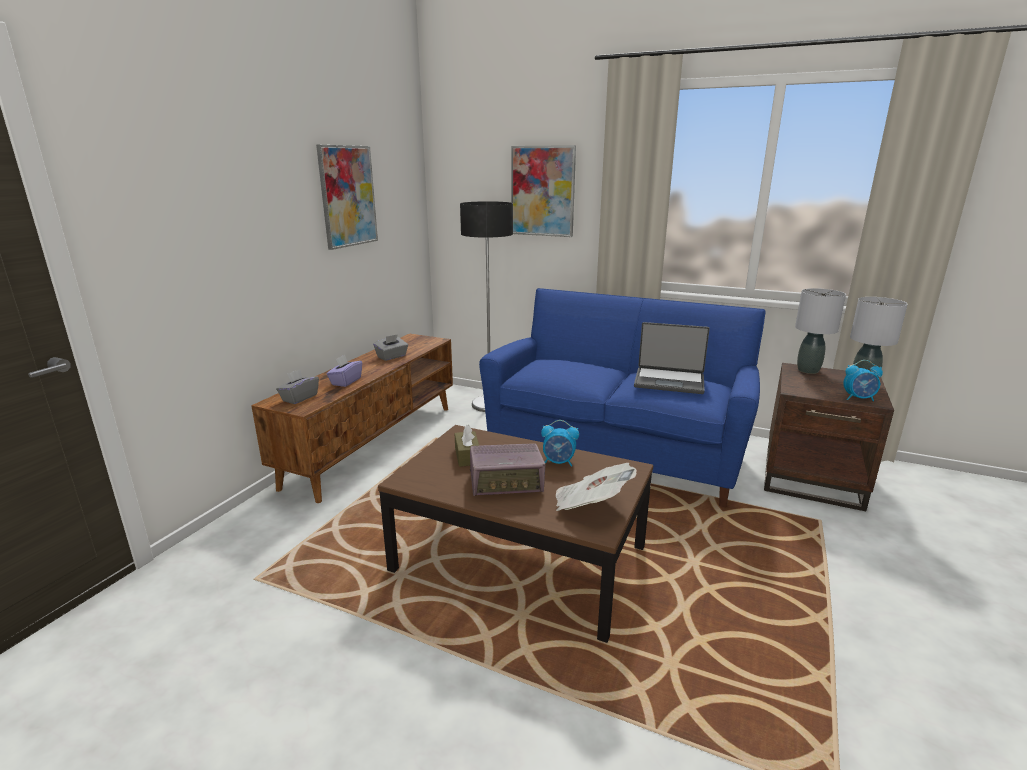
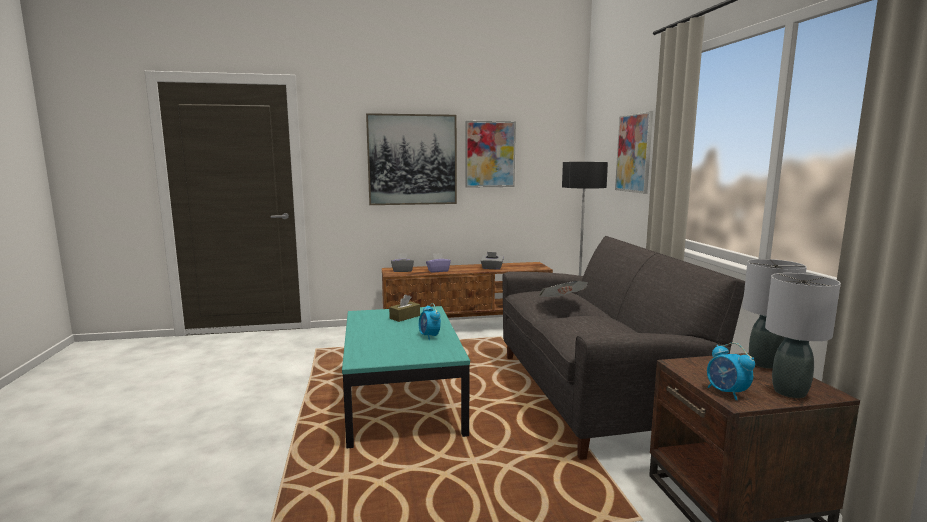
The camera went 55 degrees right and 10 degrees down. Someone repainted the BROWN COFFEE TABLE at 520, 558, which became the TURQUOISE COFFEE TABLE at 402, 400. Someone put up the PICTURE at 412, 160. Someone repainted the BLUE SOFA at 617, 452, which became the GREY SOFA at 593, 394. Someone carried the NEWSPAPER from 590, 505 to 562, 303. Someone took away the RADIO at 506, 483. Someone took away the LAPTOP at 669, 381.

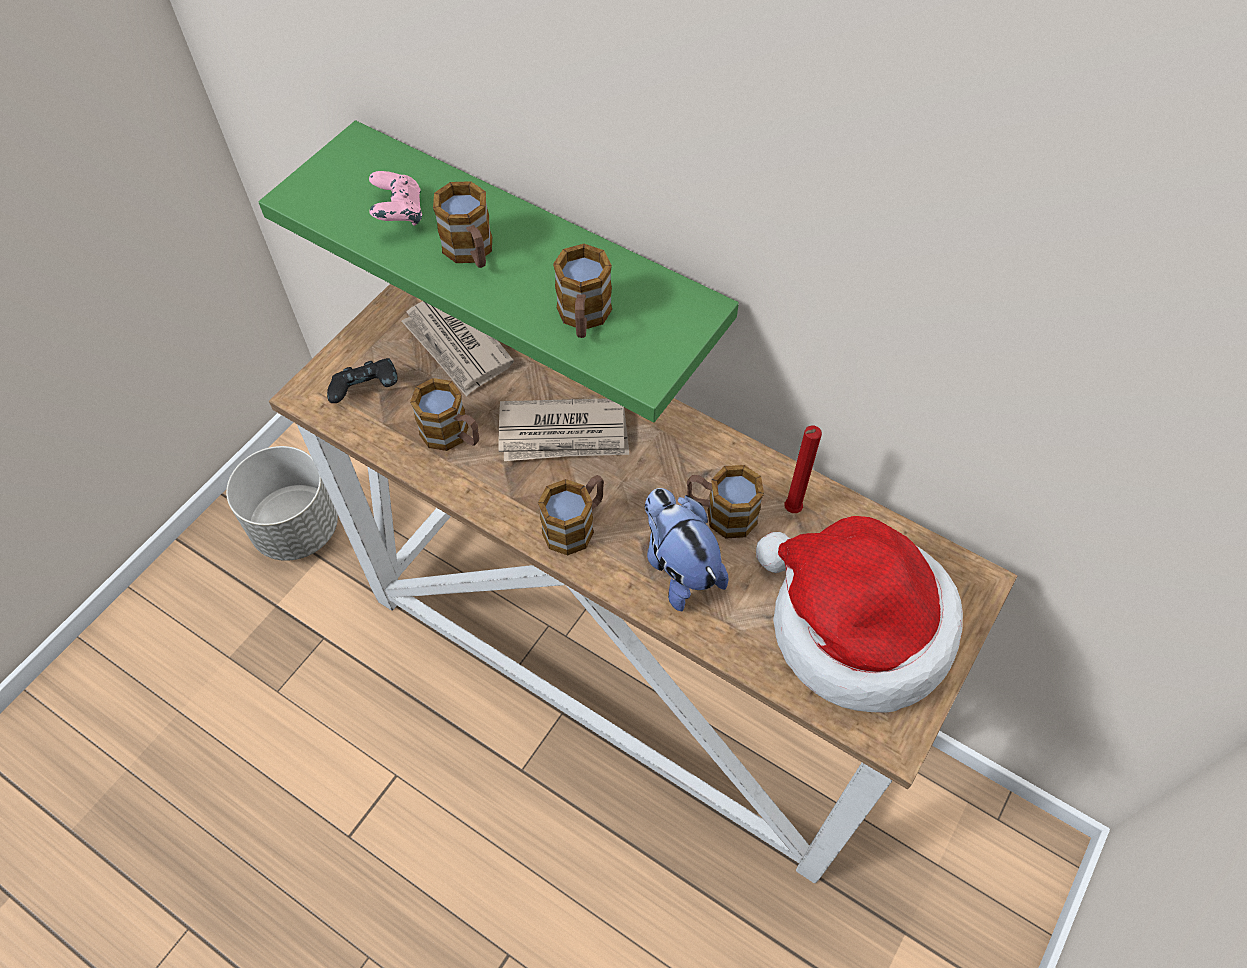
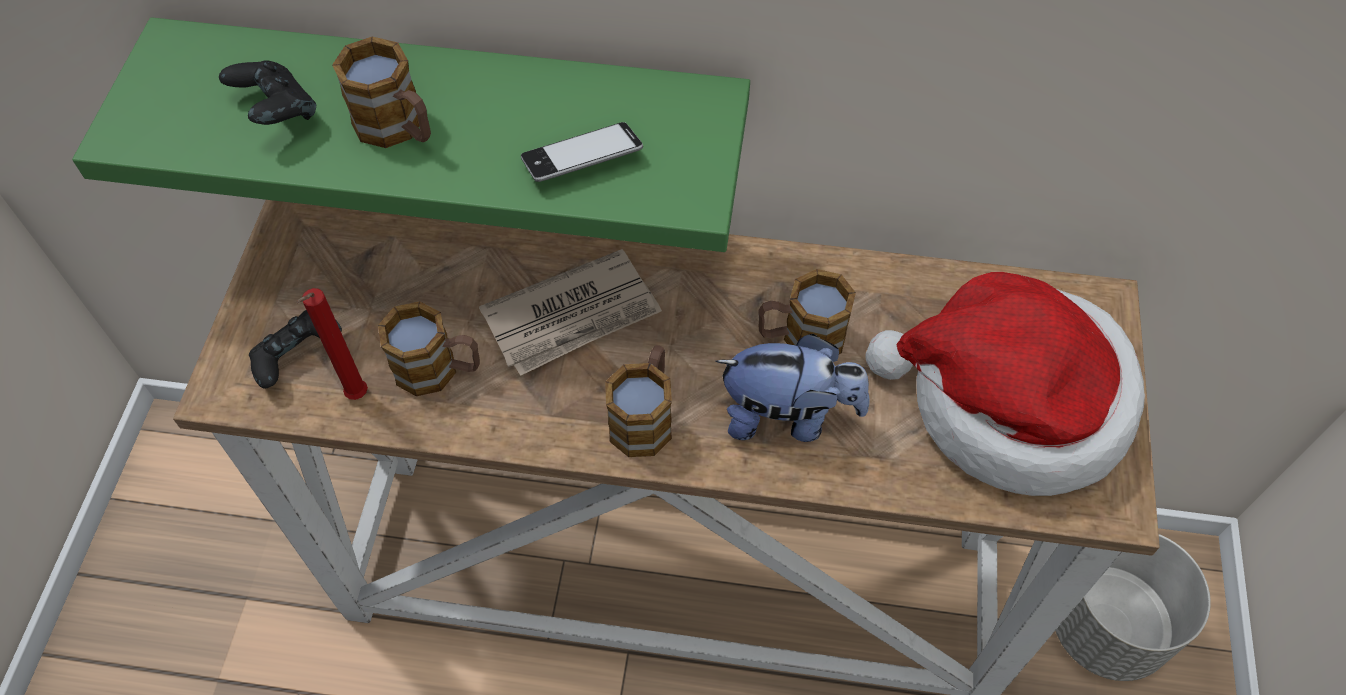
The camera went 25 degrees left and 0 degrees up. Someone repainted the PINK GAME CONTROLLER at 399, 214, which became the BLACK GAME CONTROLLER at 276, 113. Someone carried the RED CANDLE from 790, 511 to 355, 398. Someone swapped the MUG at 583, 318 for the PHONE at 582, 159. Someone rotated the PLUSH TOY at 679, 567 by 150 degrees clockwise. Someone carried the GREY PLANTER from 298, 528 to 1107, 627. Someone took away the NEWSPAPER at 457, 345.

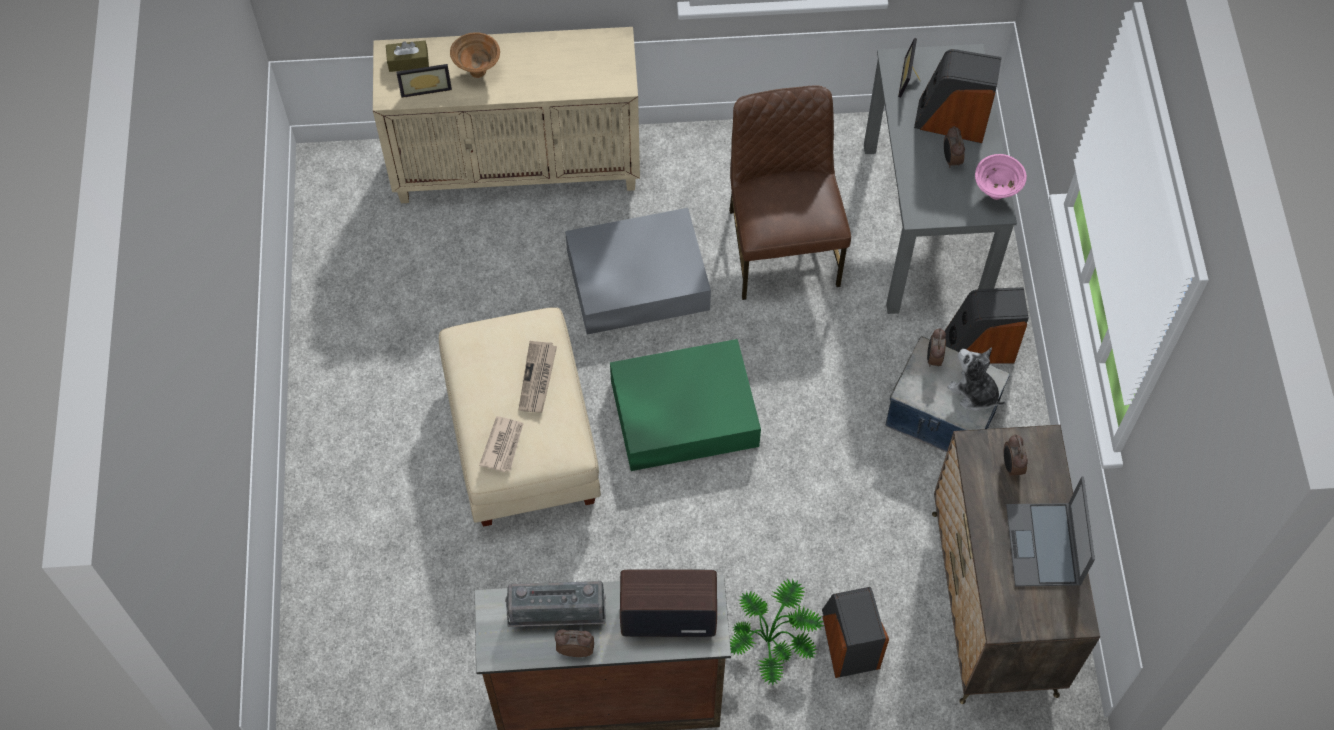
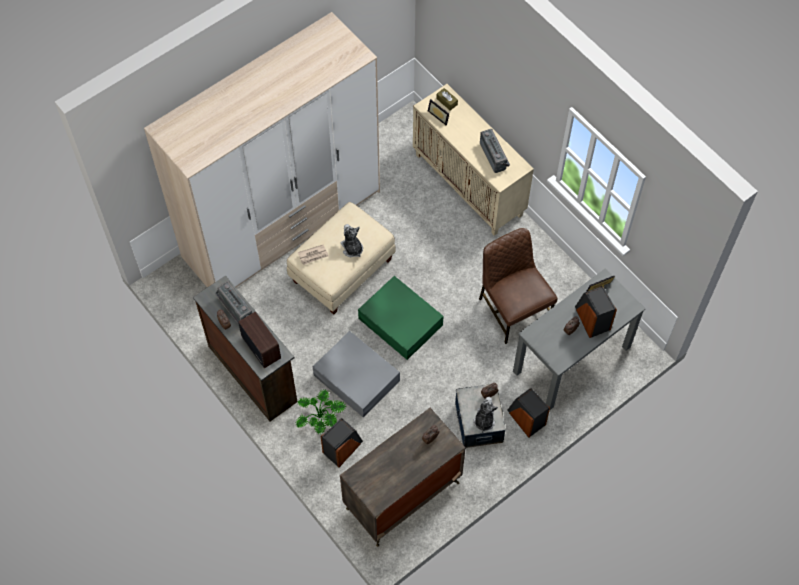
The camera went 55 degrees right and 0 degrees up. Someone put down the WARDROBE at 283, 224. Someone carried the GREY STORAGE BOX from 635, 280 to 356, 377. Someone swapped the NEWSPAPER at 538, 379 for the PLUSH TOY at 352, 248. Someone rotated the BROWN CHAIR at 781, 246 by 75 degrees counterclockwise. Someone put down the RADIO at 494, 155. Someone took away the BROWN BOWL at 477, 70. Someone took away the PINK BOWL at 995, 193. Someone took away the LAPTOP at 1043, 546.

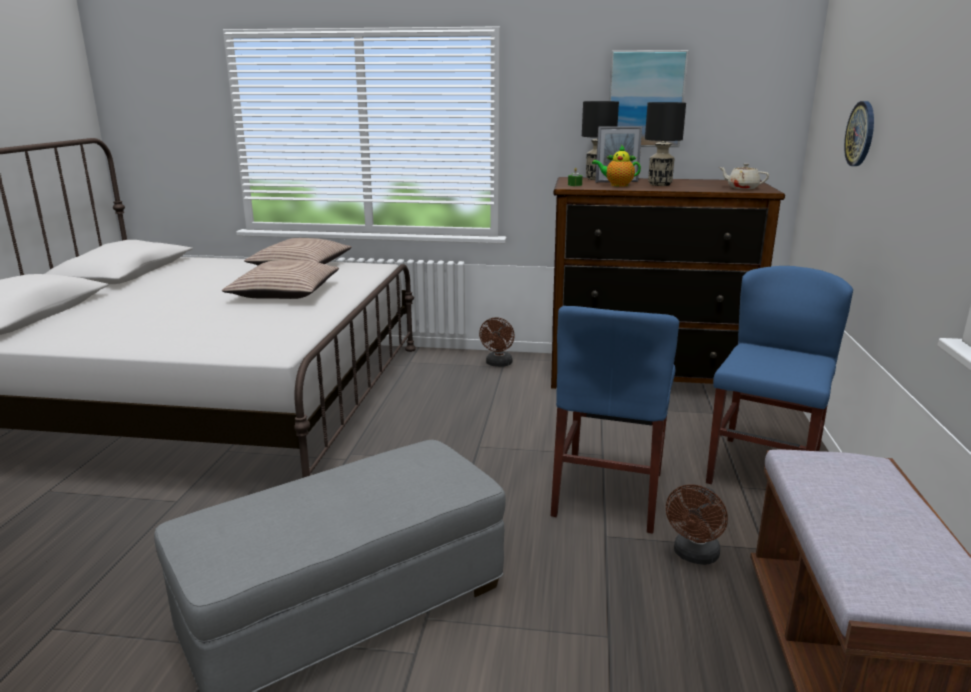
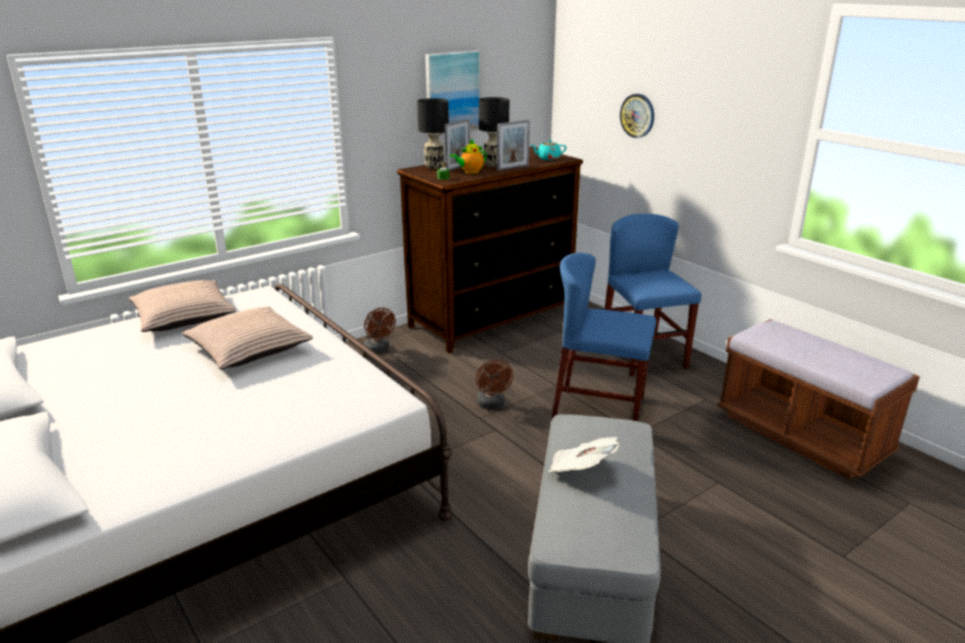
The camera went 45 degrees left and 5 degrees up. Someone carried the BROWN FAN from 694, 556 to 492, 405. Someone put down the PICTURE FRAME at 513, 168. Someone repainted the BEIGE TEAPOT at 742, 188, which became the TURQUOISE TEAPOT at 548, 158. Someone put down the NEWSPAPER at 580, 470. Someone rotated the BLUE CHAIR at 608, 493 by 135 degrees clockwise.

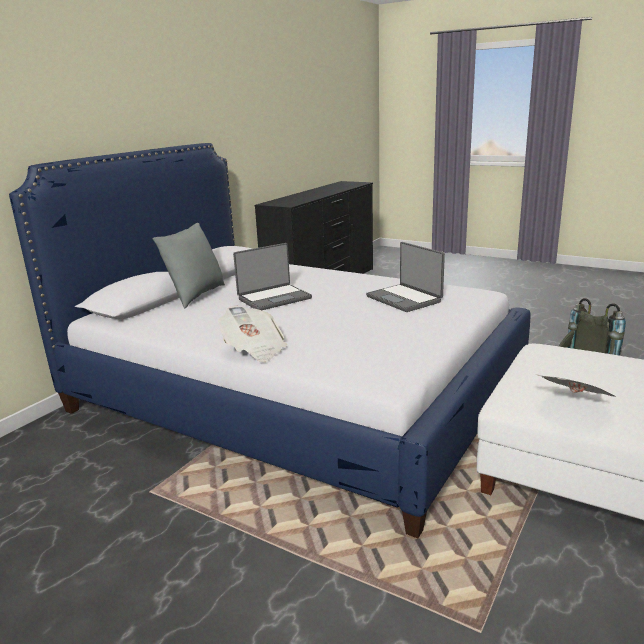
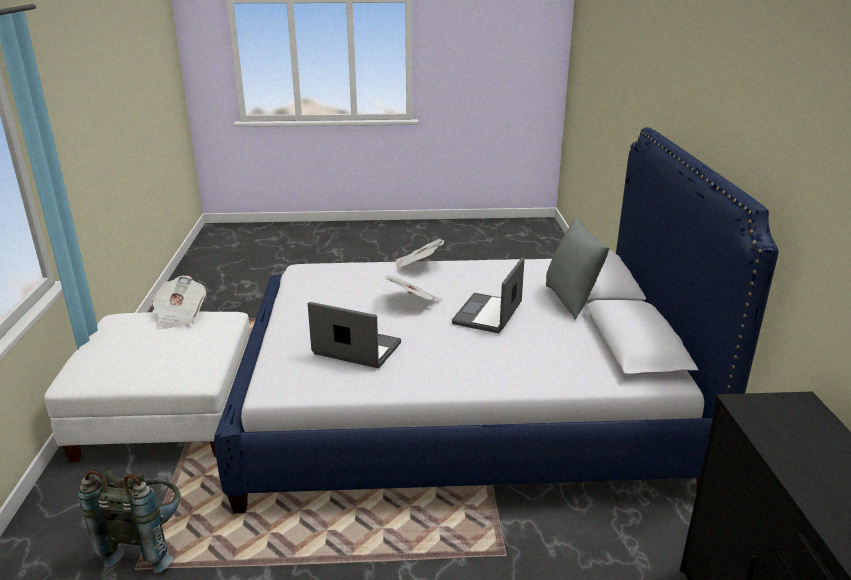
The camera went 145 degrees right and 5 degrees up. Someone put down the NEWSPAPER at 413, 302.

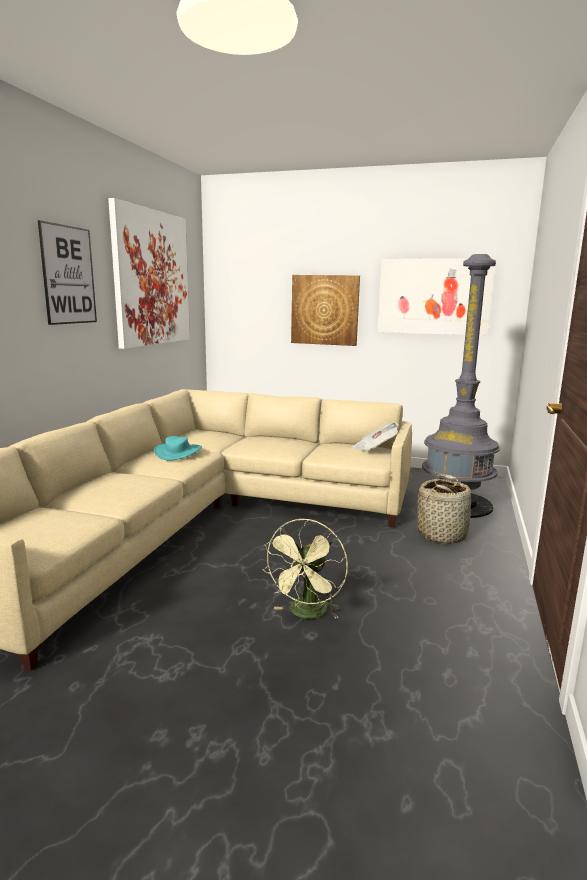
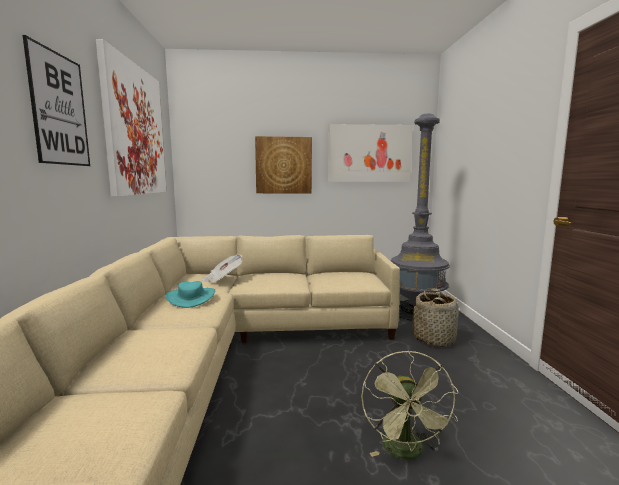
The camera went 20 degrees left and 5 degrees down. Someone carried the NEWSPAPER from 374, 448 to 222, 279.

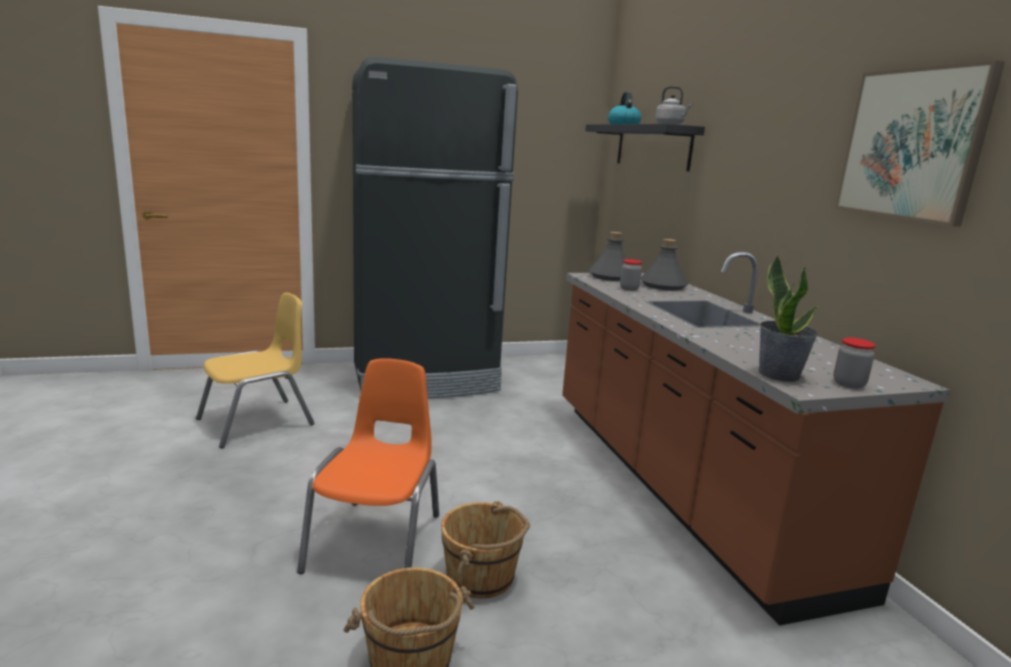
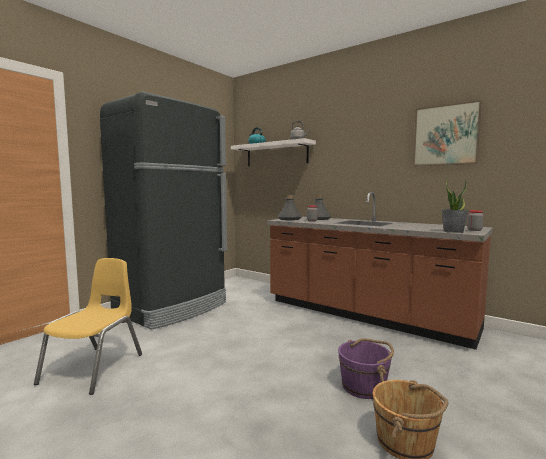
The camera went 35 degrees left and 10 degrees down. Someone repainted the BLACK SHELF at 652, 147, which became the WHITE SHELF at 276, 154. Someone repainted the BROWN BUCKET at 481, 576, which became the PURPLE BUCKET at 364, 386. Someone took away the ORANGE CHAIR at 376, 542.

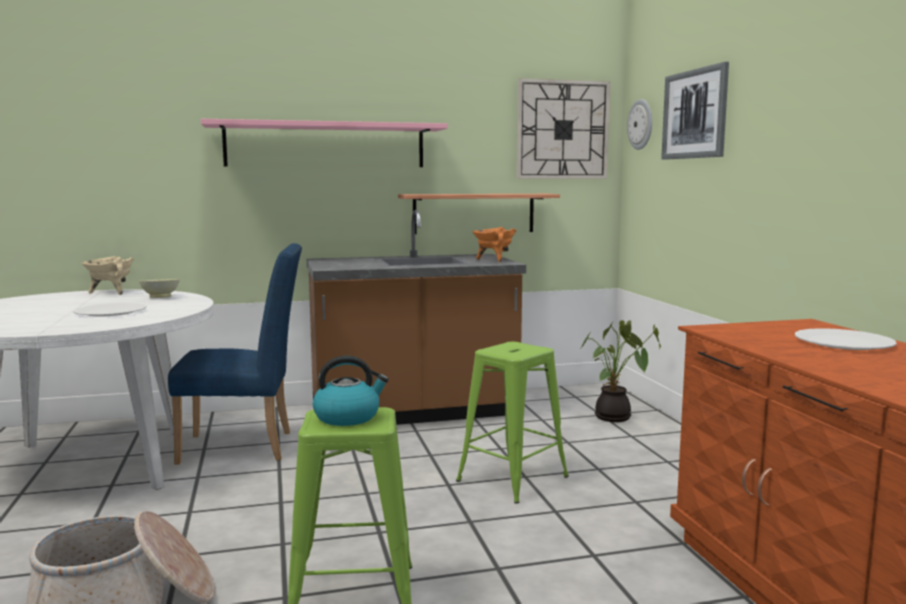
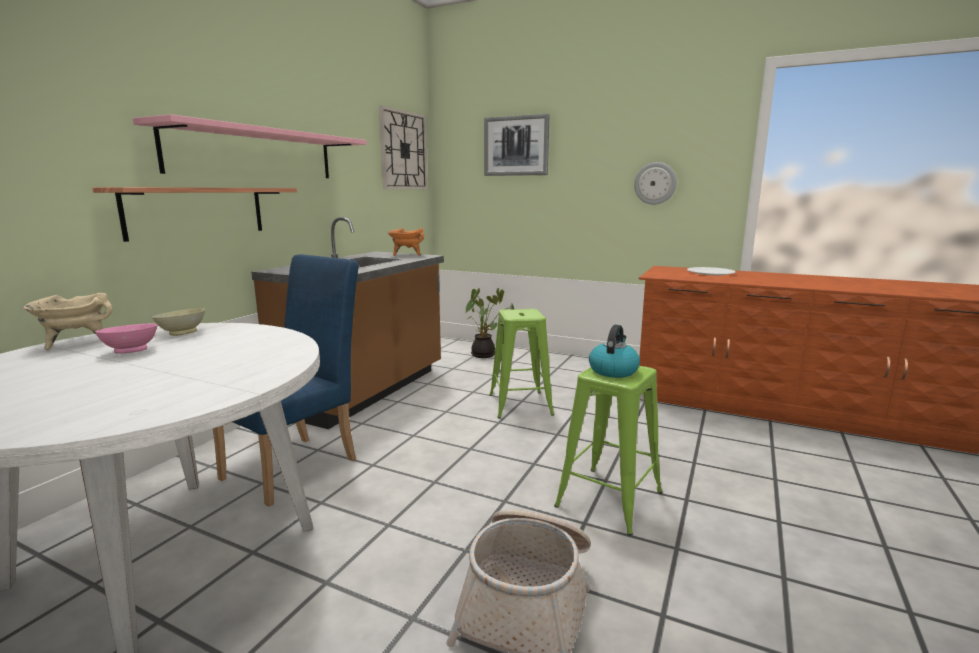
The camera went 50 degrees left and 5 degrees up. Someone carried the SHELF from 474, 213 to 197, 211. Someone put down the PINK BOWL at 132, 351. Someone carried the WALL CLOCK from 641, 124 to 655, 183. Someone took away the WHITE PLATE at 110, 312.

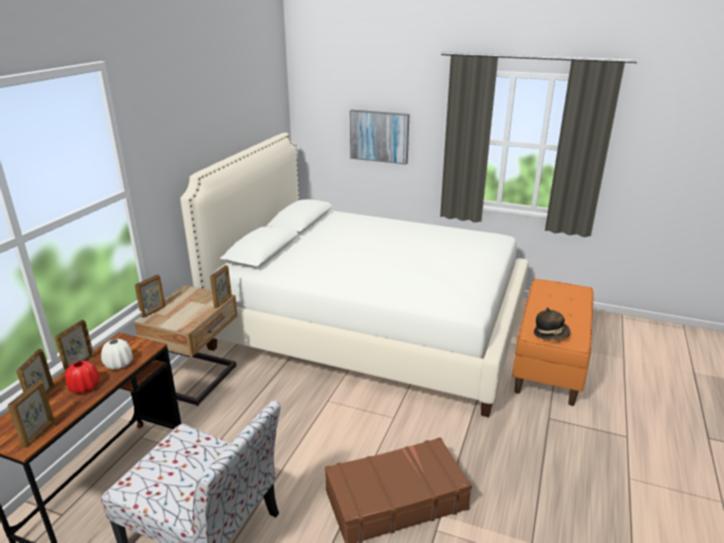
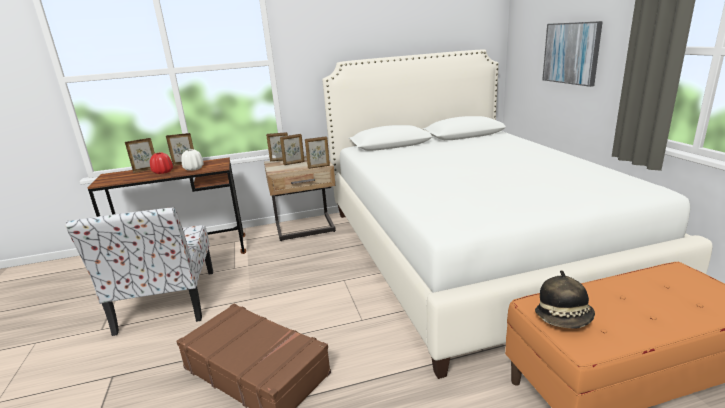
The camera went 55 degrees right and 5 degrees down. Someone carried the PICTURE FRAME from 39, 434 to 294, 163.

